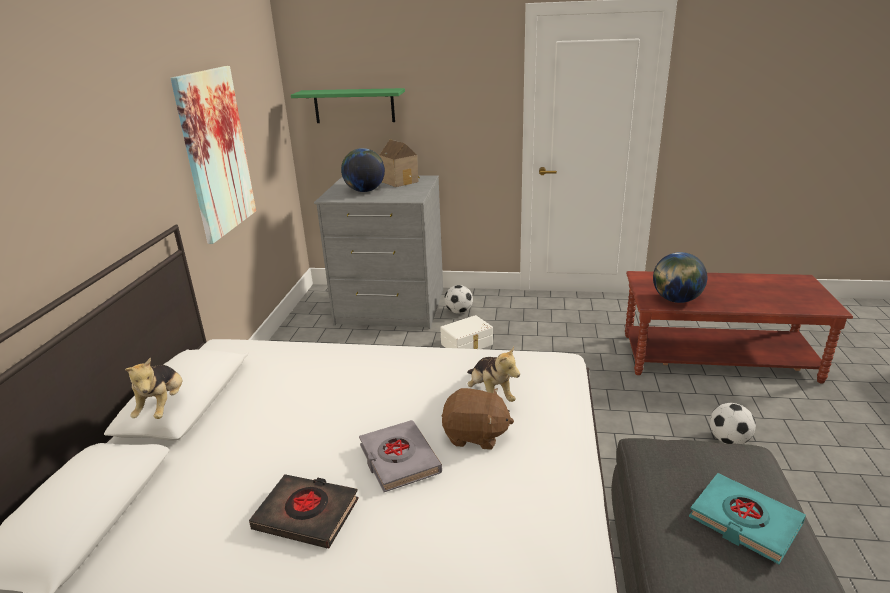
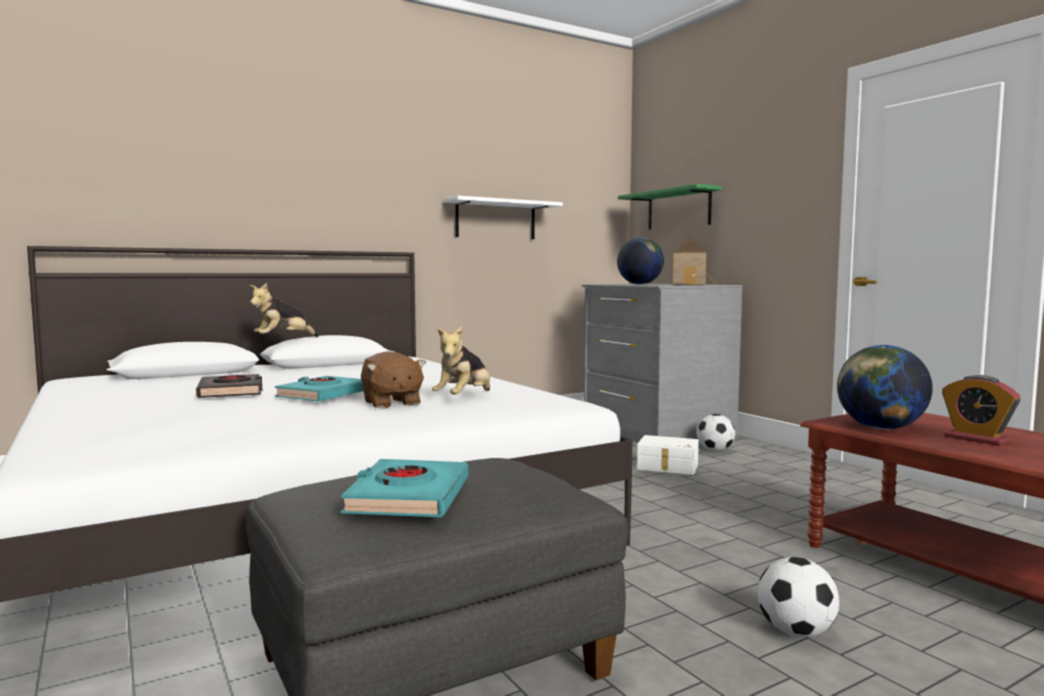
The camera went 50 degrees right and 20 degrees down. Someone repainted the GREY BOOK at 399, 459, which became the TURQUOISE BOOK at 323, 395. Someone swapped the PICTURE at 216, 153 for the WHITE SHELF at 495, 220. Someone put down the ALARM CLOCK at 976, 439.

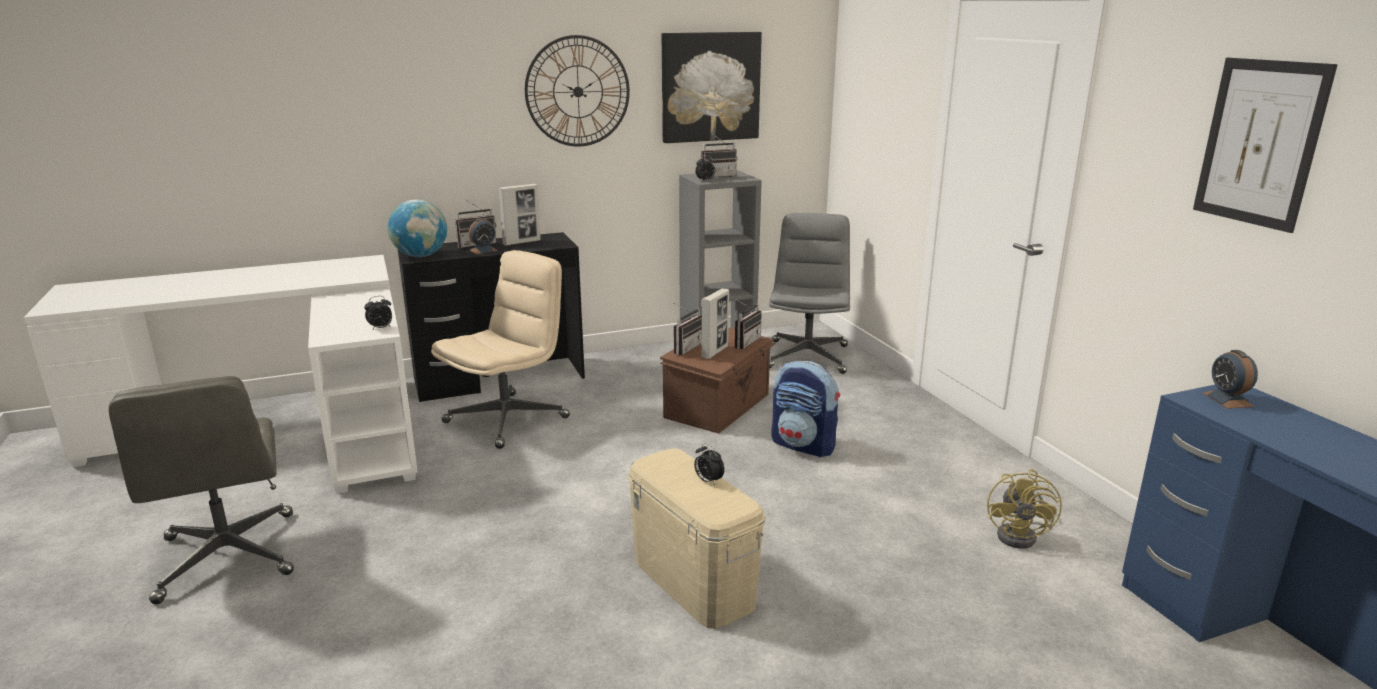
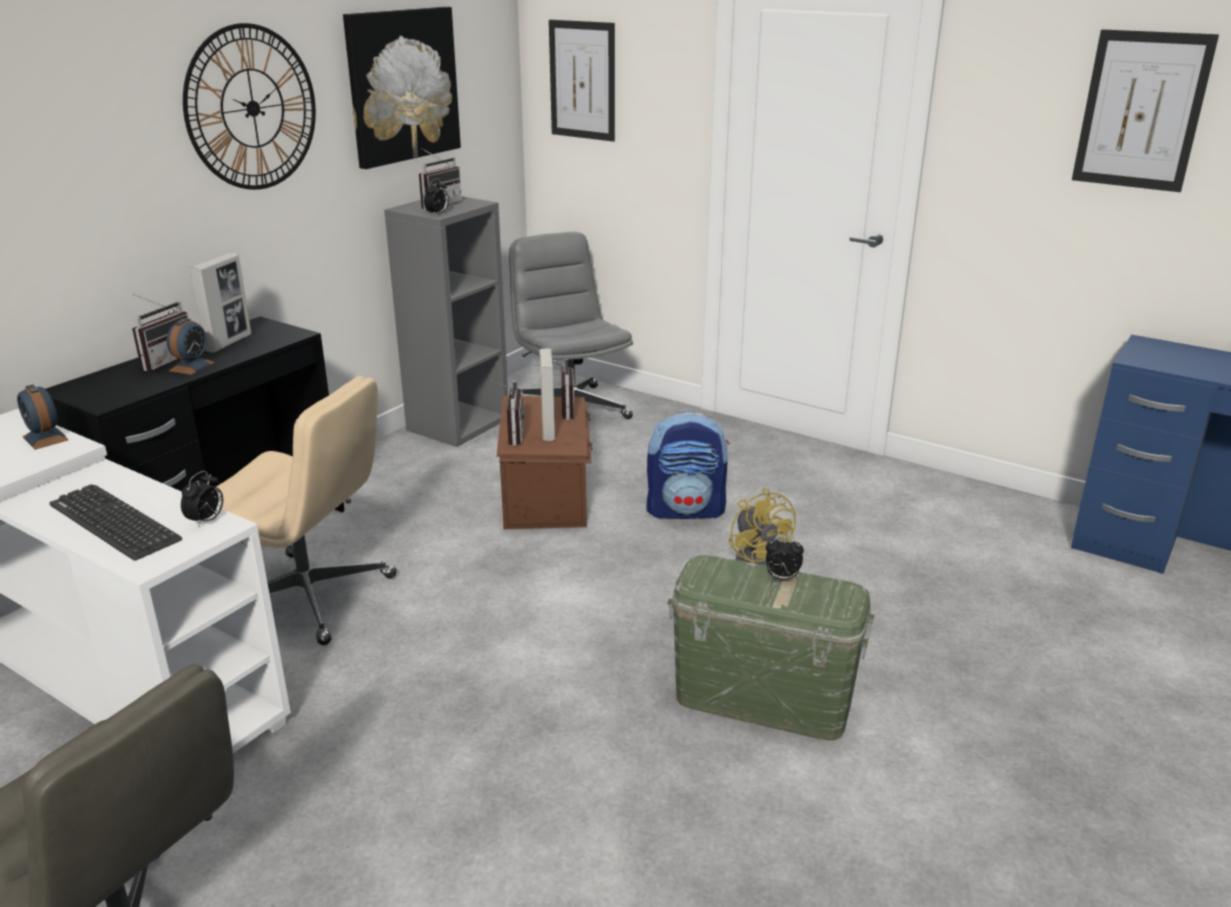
The camera went 35 degrees left and 5 degrees up. Someone carried the ALARM CLOCK from 1227, 399 to 45, 438. Someone put down the KEYBOARD at 114, 523. Someone rotated the BEIGE OFFICE CHAIR at 507, 419 by 105 degrees clockwise. Someone put up the PICTURE at 582, 80. Someone repainted the BEIGE STORAGE BOX at 694, 582, which became the GREEN STORAGE BOX at 763, 699. Someone carried the YELLOW FAN from 1022, 536 to 758, 558. Someone took away the GLOBE at 421, 256.

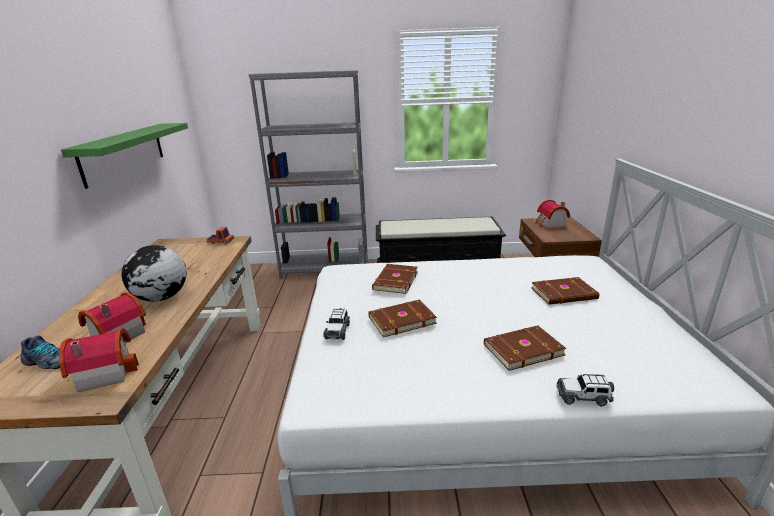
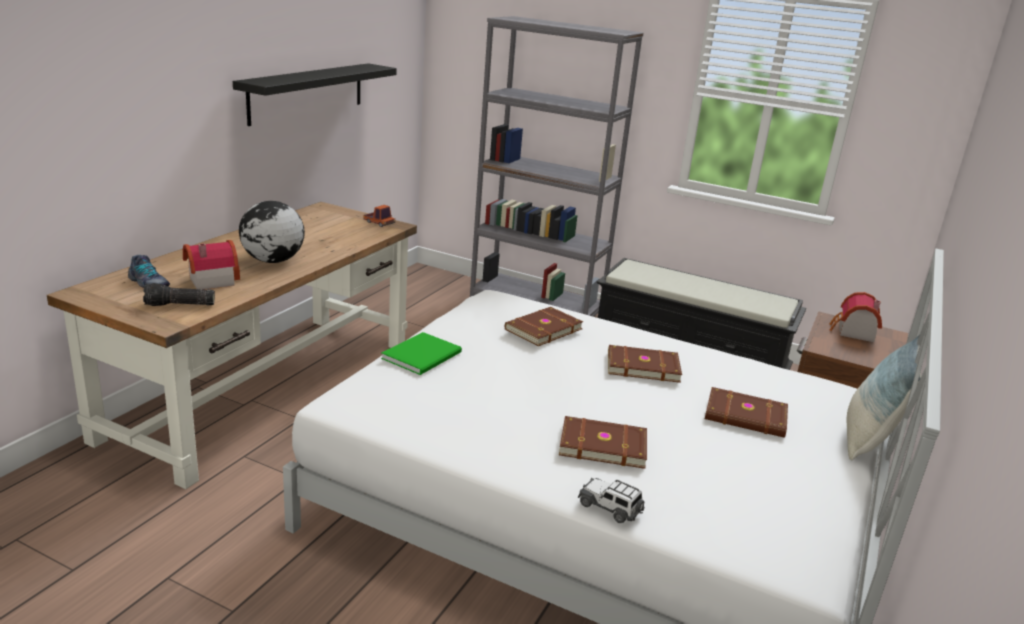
The camera went 25 degrees right and 0 degrees up. Someone swapped the TOY HOUSE at 104, 372 for the FLASHLIGHT at 179, 305. Someone repainted the GREEN SHELF at 124, 152, which became the BLACK SHELF at 307, 92. Someone swapped the TOY CAR at 337, 331 for the GREEN BOOK at 424, 355. Someone carried the BROWN BOOK from 401, 320 to 642, 366. Someone put down the PILLOW at 868, 439.

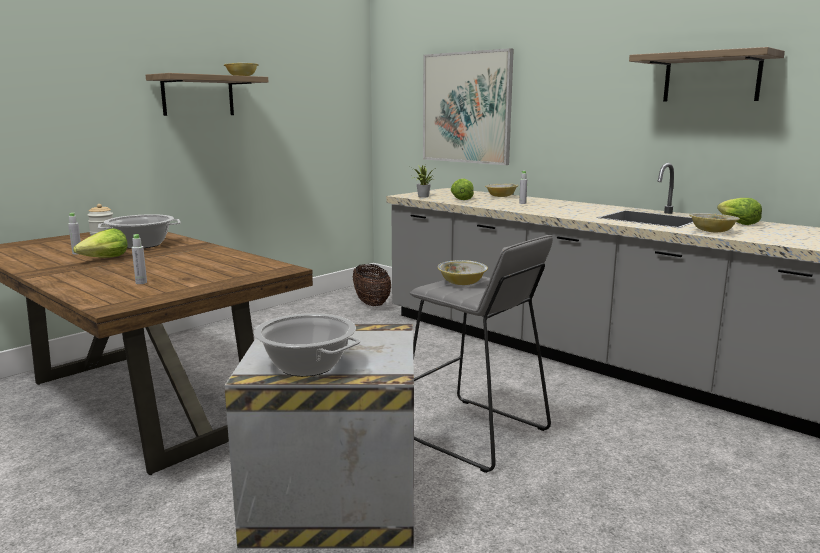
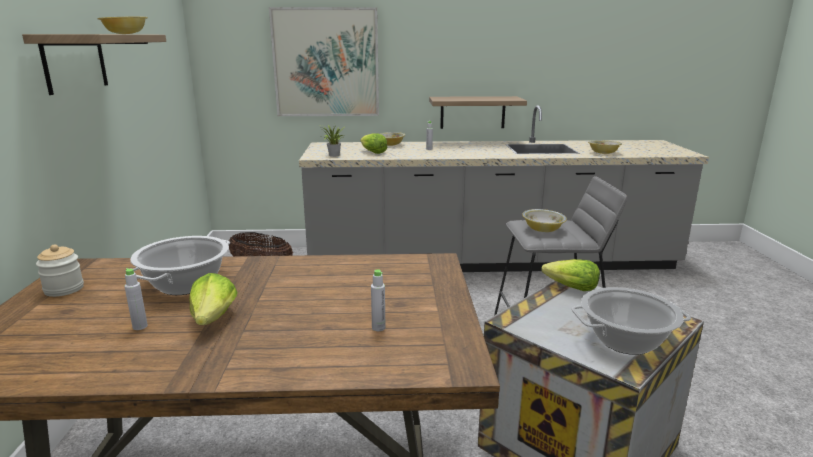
The camera went 45 degrees left and 5 degrees up. Someone carried the SHELF from 711, 78 to 472, 112. Someone carried the LETTUCE from 736, 223 to 571, 288.

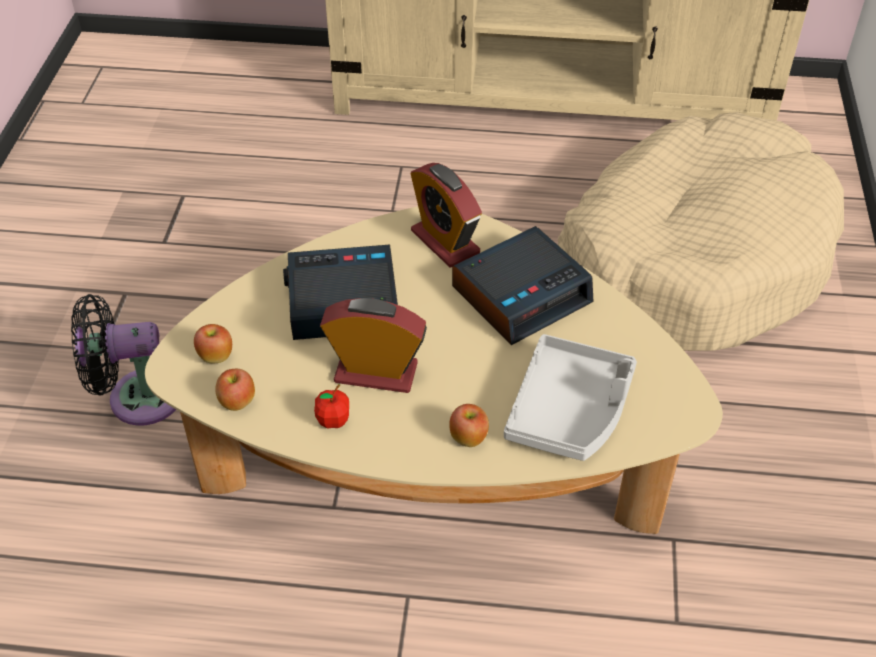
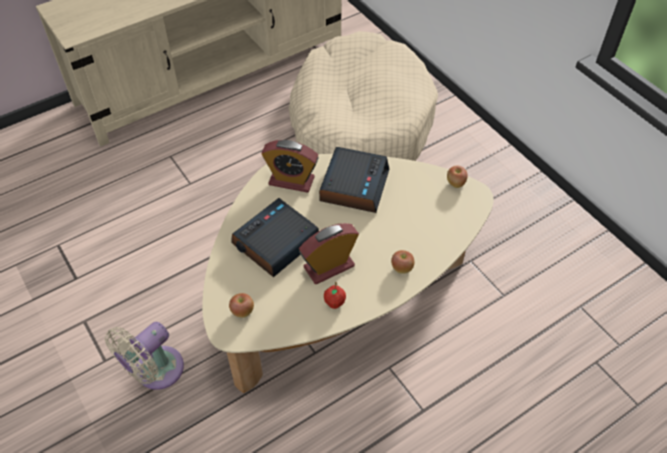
The camera went 40 degrees left and 5 degrees up. Someone repainted the BLACK FAN at 137, 398, which became the BEIGE FAN at 155, 371. Someone carried the APPLE from 237, 402 to 455, 183. Someone took away the GREY TRAY at 570, 410.

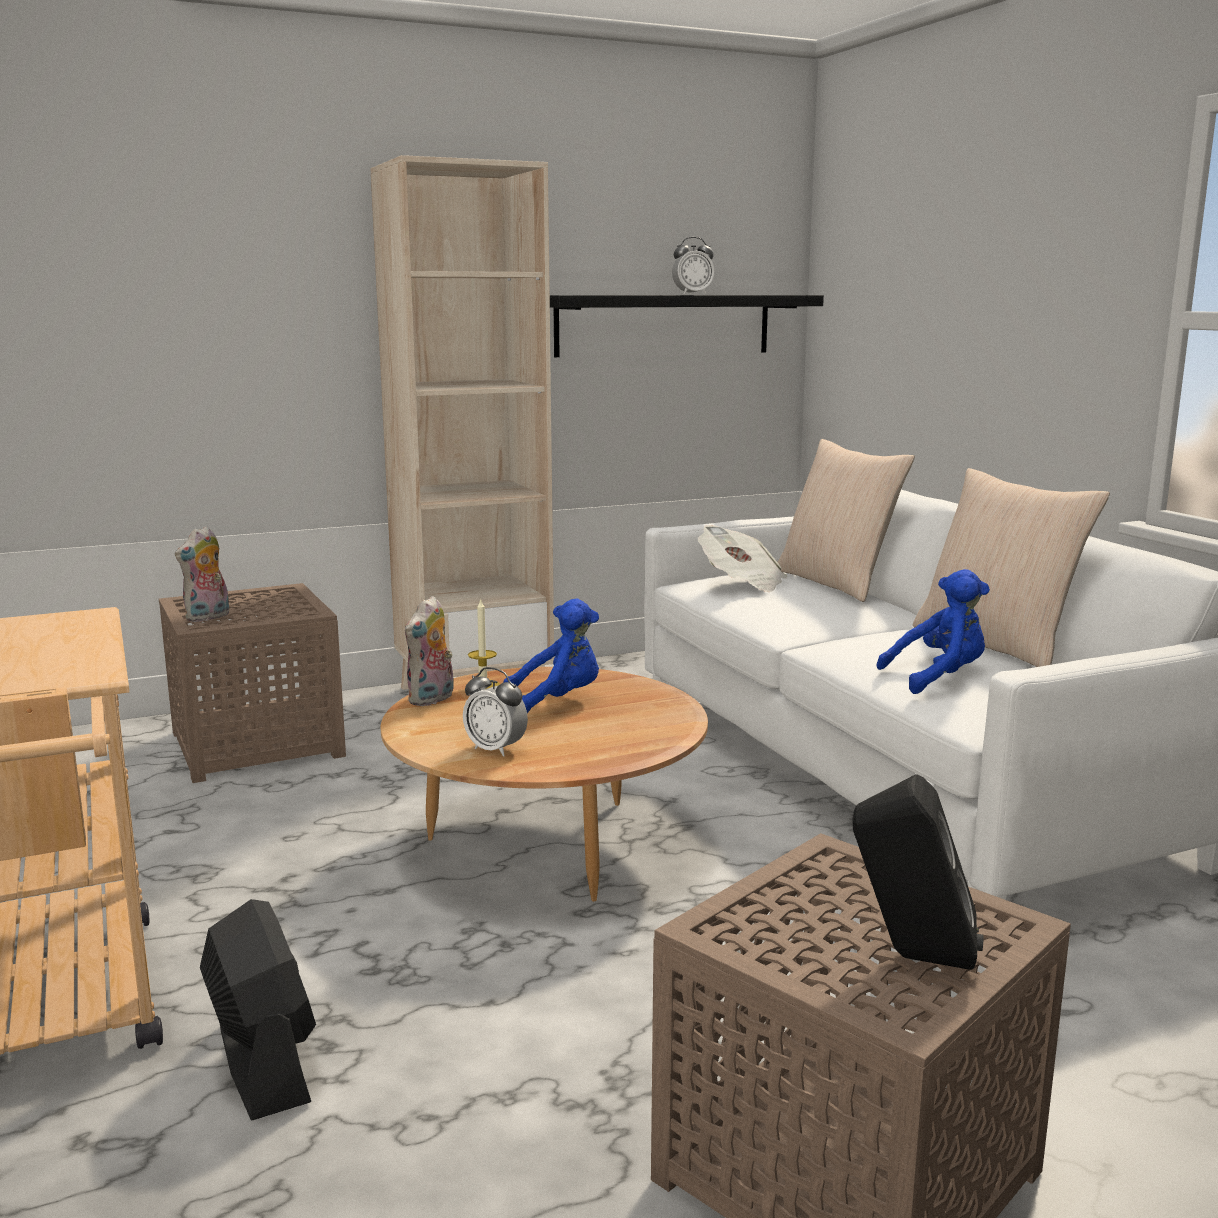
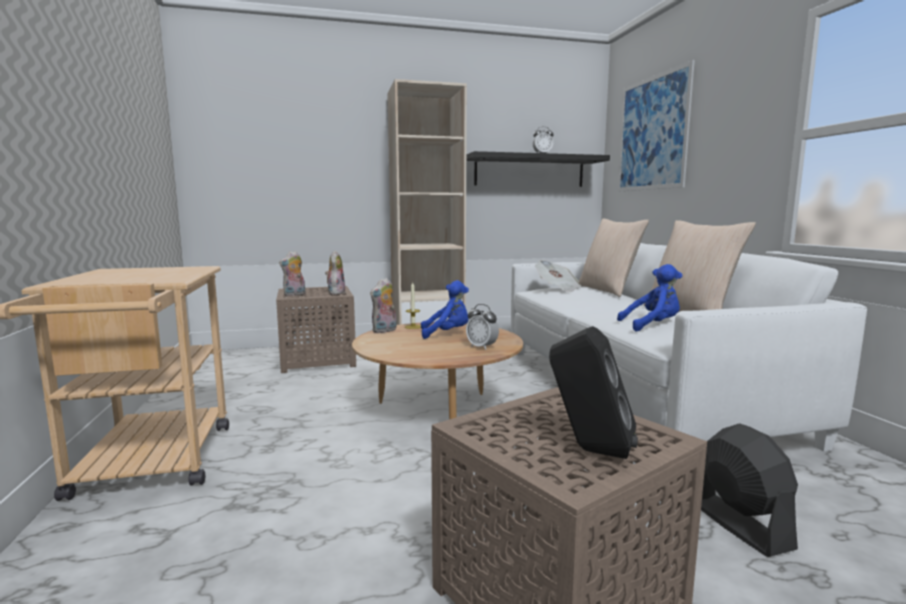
The camera went 10 degrees right and 5 degrees down. Someone put down the PLUSH TOY at 335, 292. Someone carried the ALARM CLOCK from 496, 749 to 482, 347. Someone put up the PICTURE at 652, 133. Someone carried the BLACK FAN from 263, 1063 to 737, 523.

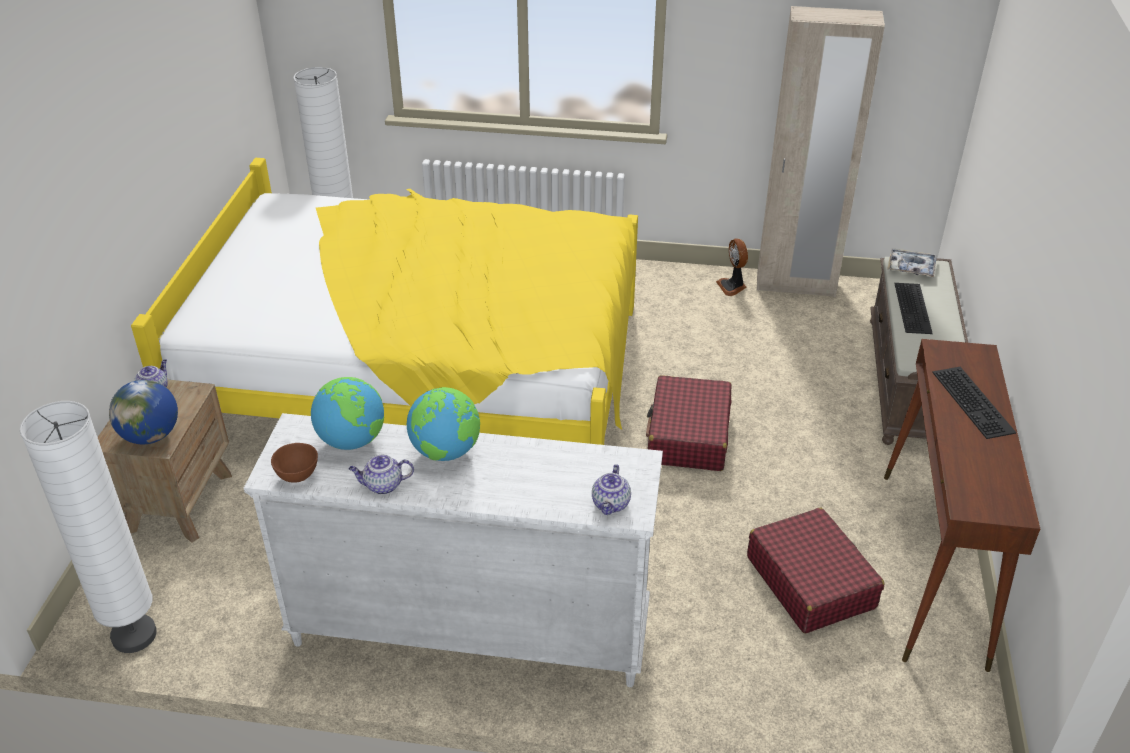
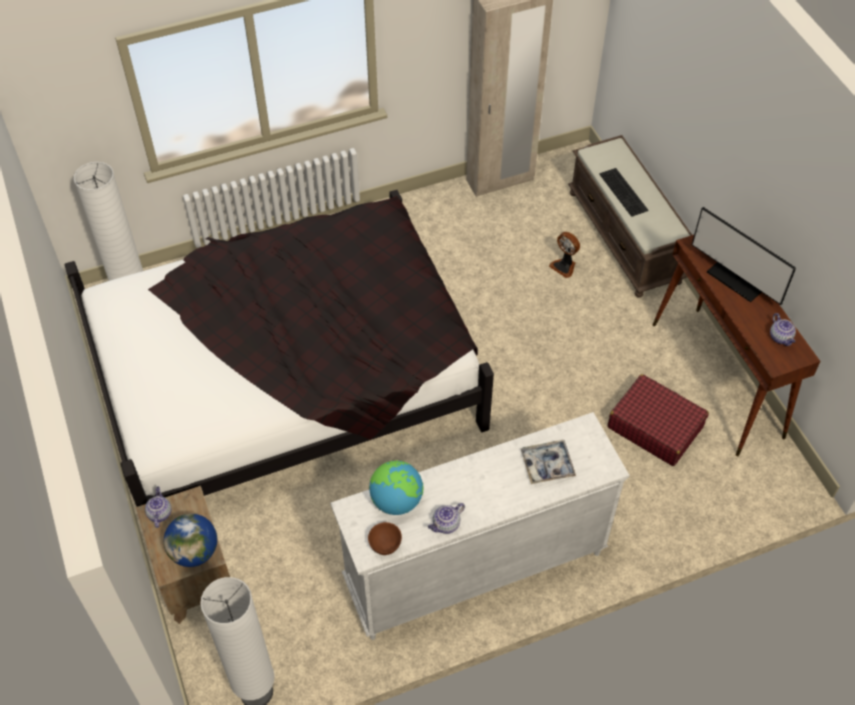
The camera went 30 degrees left and 15 degrees up. Someone repainted the YELLOW BED at 423, 374, which became the BLACK BED at 288, 382. Someone carried the TRAY from 911, 267 to 547, 465. Someone carried the FAN from 732, 286 to 564, 266. Someone swapped the KEYBOARD at 975, 402 for the MONITOR at 736, 280. Someone carried the TEAPOT from 611, 505 to 781, 337. Someone took away the GLOBE at 446, 451. Someone took away the RED SUITCASE at 688, 436.

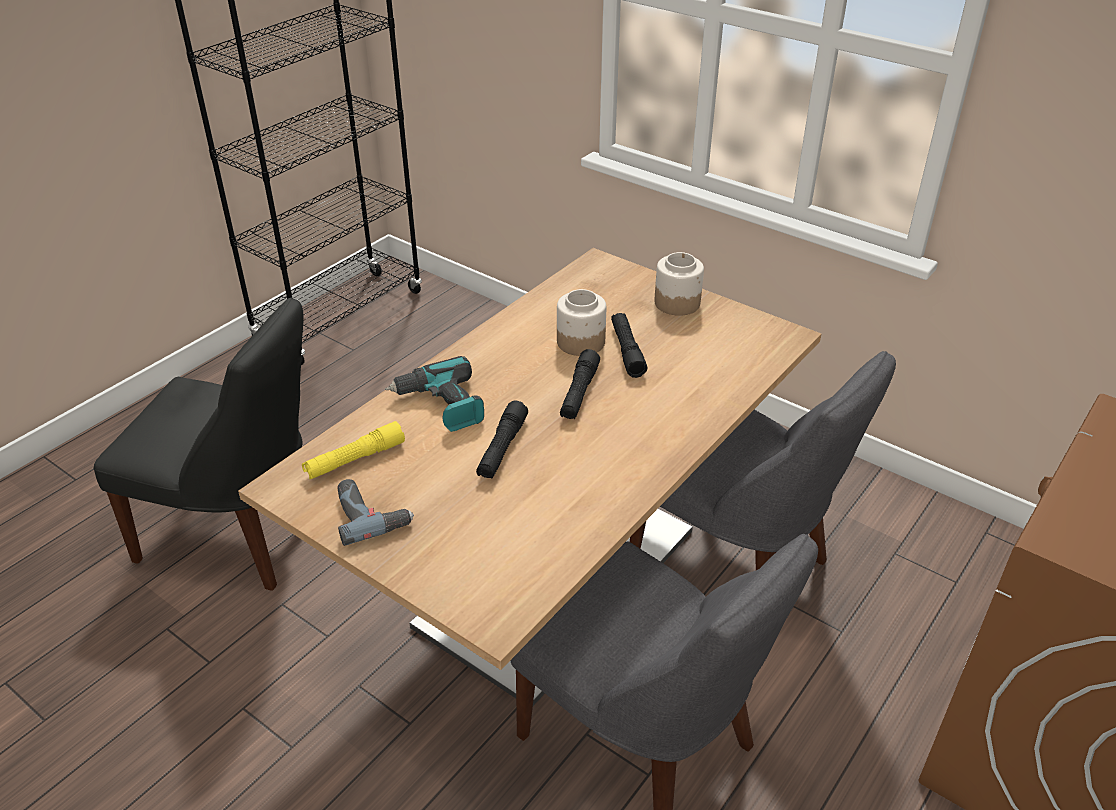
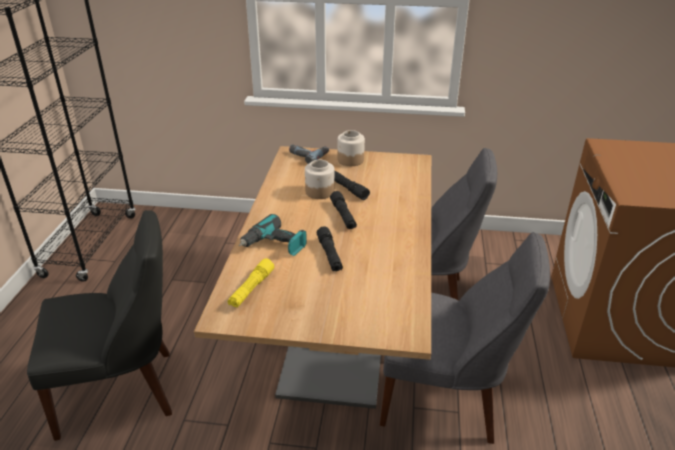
The camera went 30 degrees left and 5 degrees down. Someone carried the POWER DRILL from 371, 514 to 308, 154.

